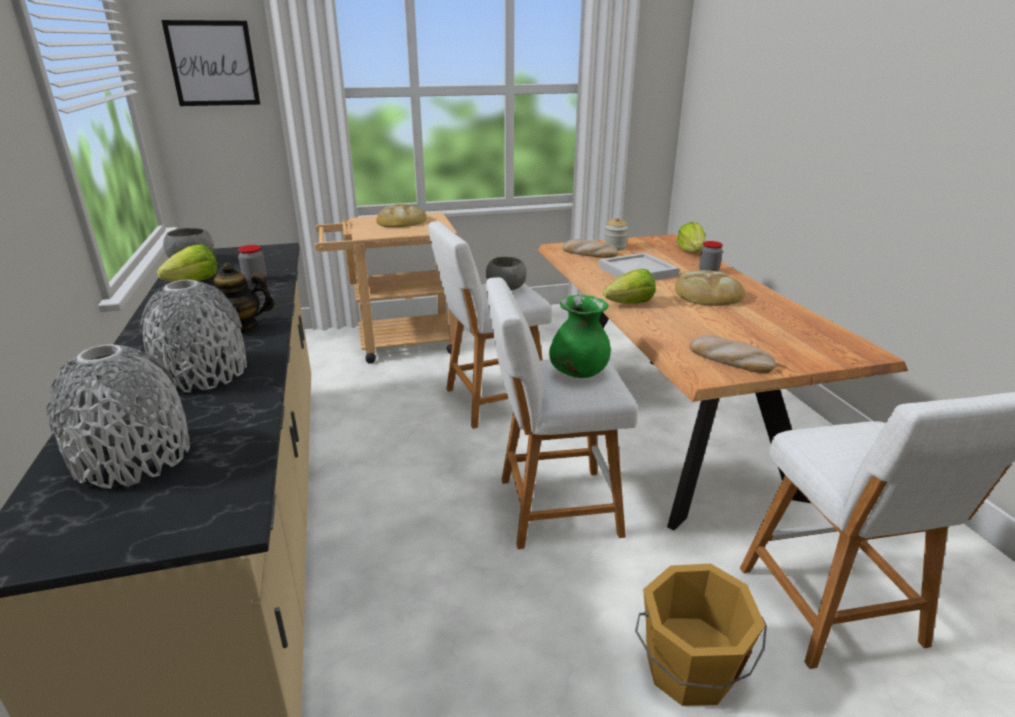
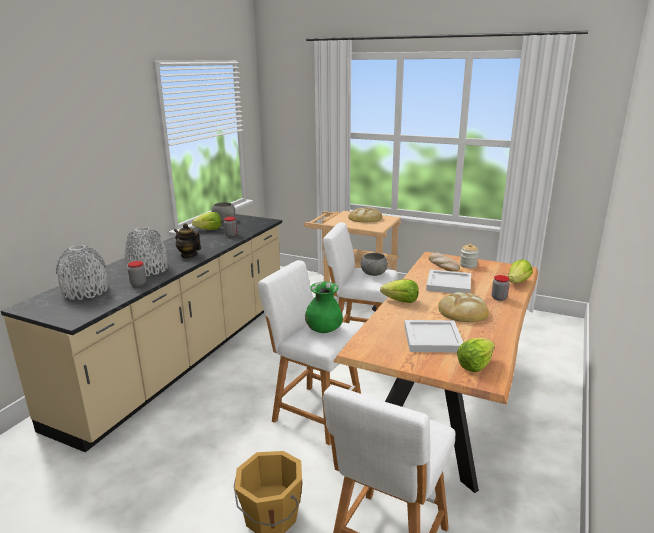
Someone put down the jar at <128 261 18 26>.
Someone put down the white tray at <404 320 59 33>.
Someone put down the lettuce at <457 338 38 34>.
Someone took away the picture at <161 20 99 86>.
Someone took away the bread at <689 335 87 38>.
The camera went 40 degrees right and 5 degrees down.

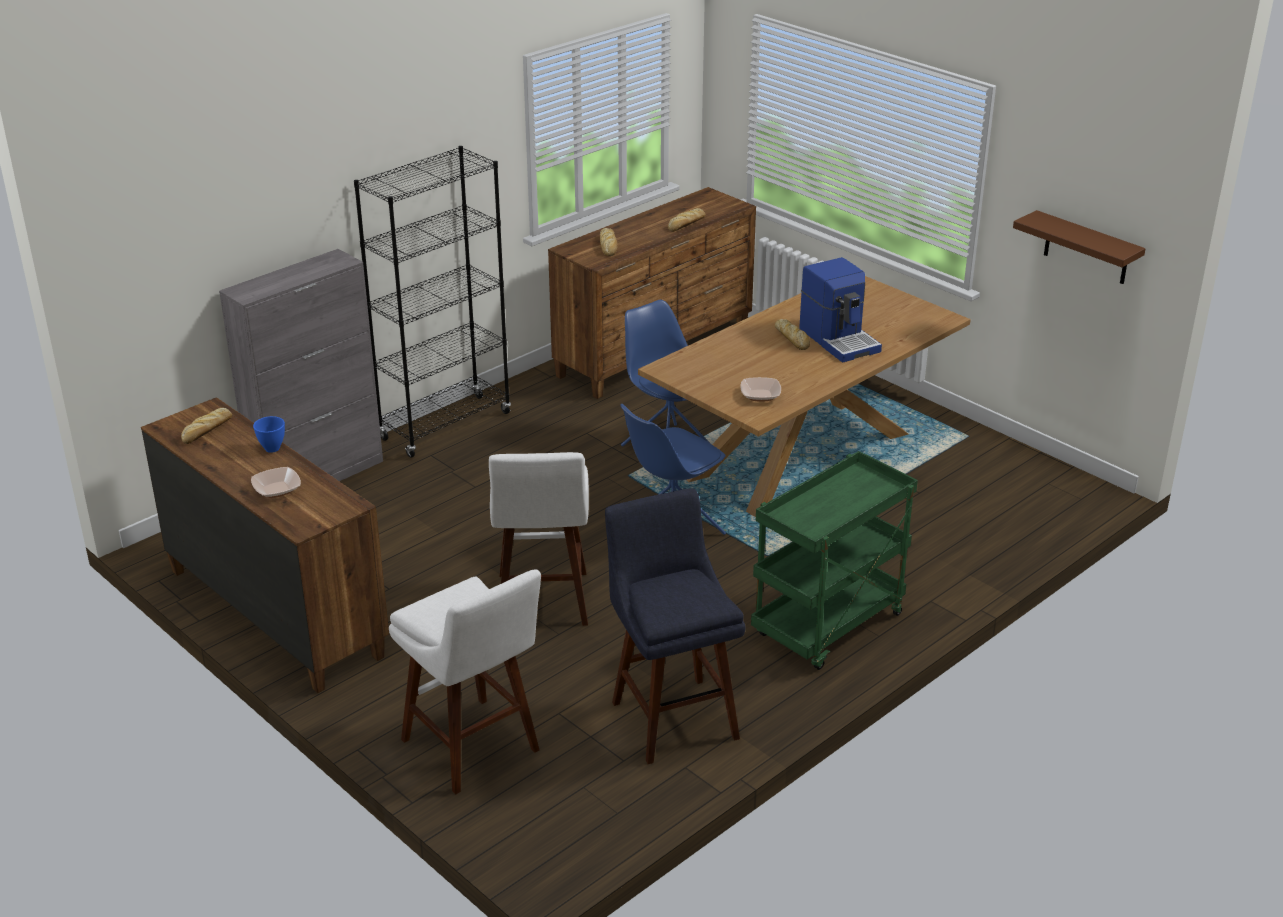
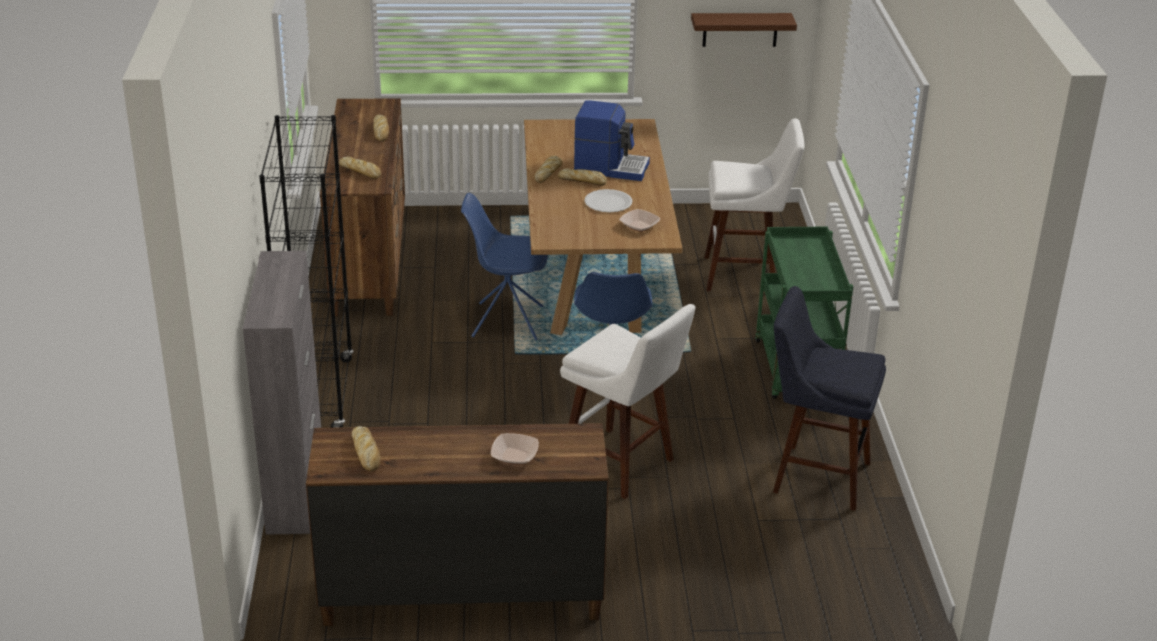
Someone put down the bread at <534 155 29 28>.
Someone put down the white plate at <584 189 48 23>.
Someone carried the white stool from <389 569 152 226> to <704 118 100 173>.
Someone took away the blue bowl at <253 416 32 37>.
The camera went 50 degrees left and 0 degrees up.

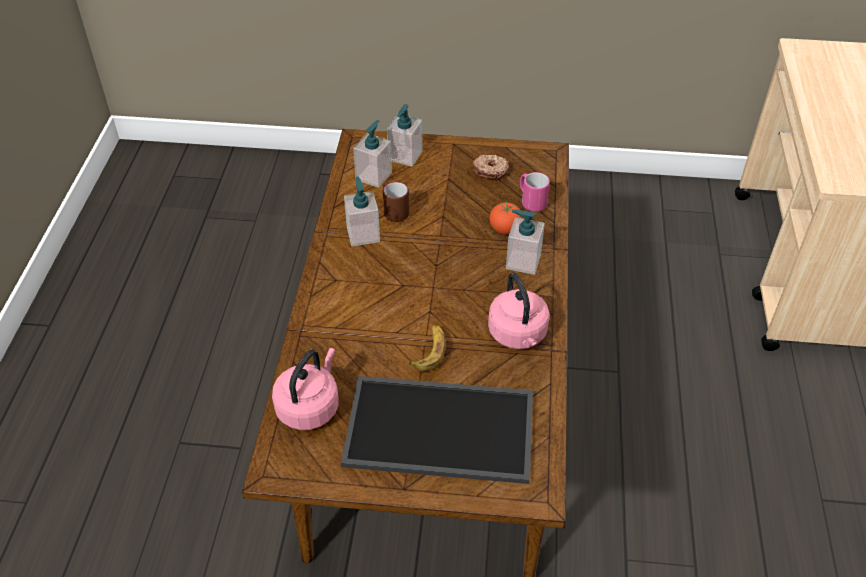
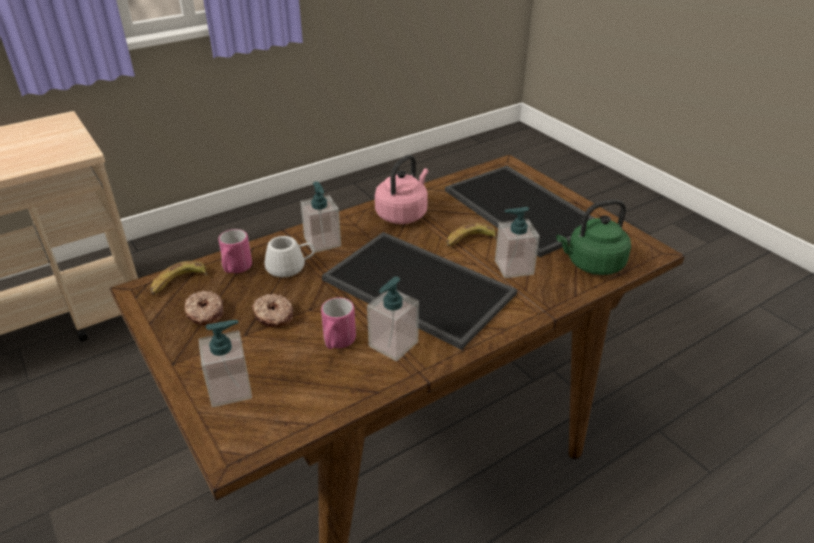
Someone put down the banana at <150 261 58 34>.
Someone put down the donut at <252 294 41 34>.
Someone swapped the tomato at <489 202 34 32> for the white mug at <265 236 50 41>.
Someone repainted the brown mug at <383 182 26 40>, which became the pink mug at <321 297 35 52>.
Someone put down the tray at <322 232 195 118>.
Someone carried the soap dispenser from <353 120 39 68> to <495 207 45 71>.
Someone repainted the pink kettle at <272 348 67 82>, which became the green kettle at <556 199 75 76>.
The camera went 130 degrees left and 10 degrees down.

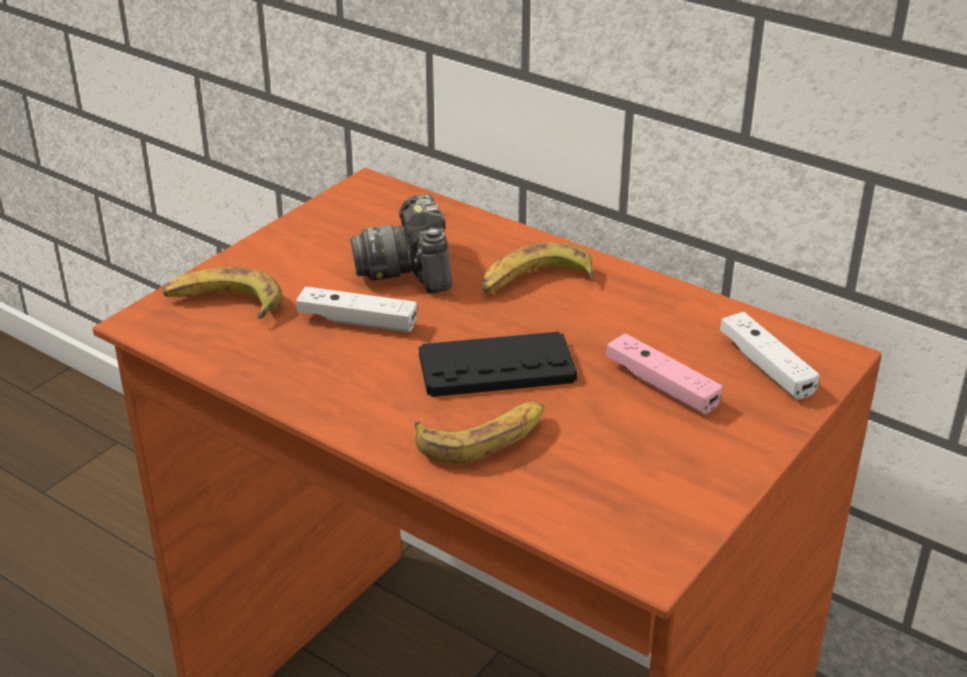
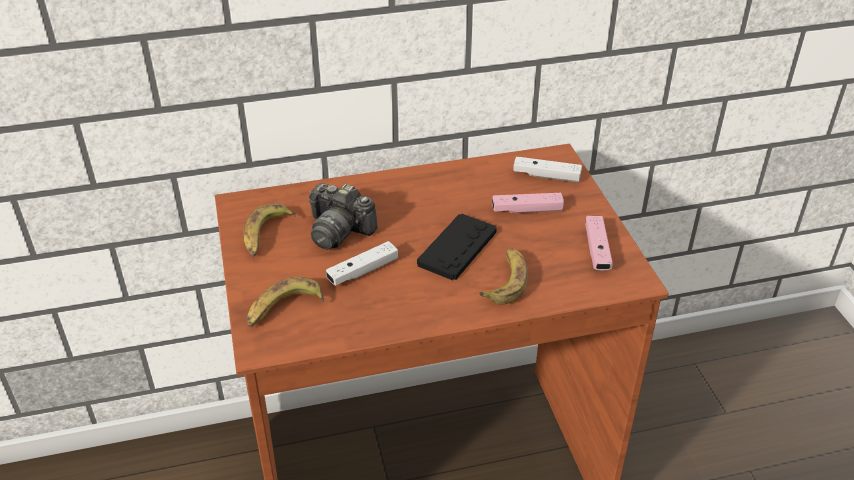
Someone carried the banana from <482 242 112 51> to <243 203 53 54>.
Someone put down the pink game controller at <585 216 28 54>.
The camera went 50 degrees left and 5 degrees up.

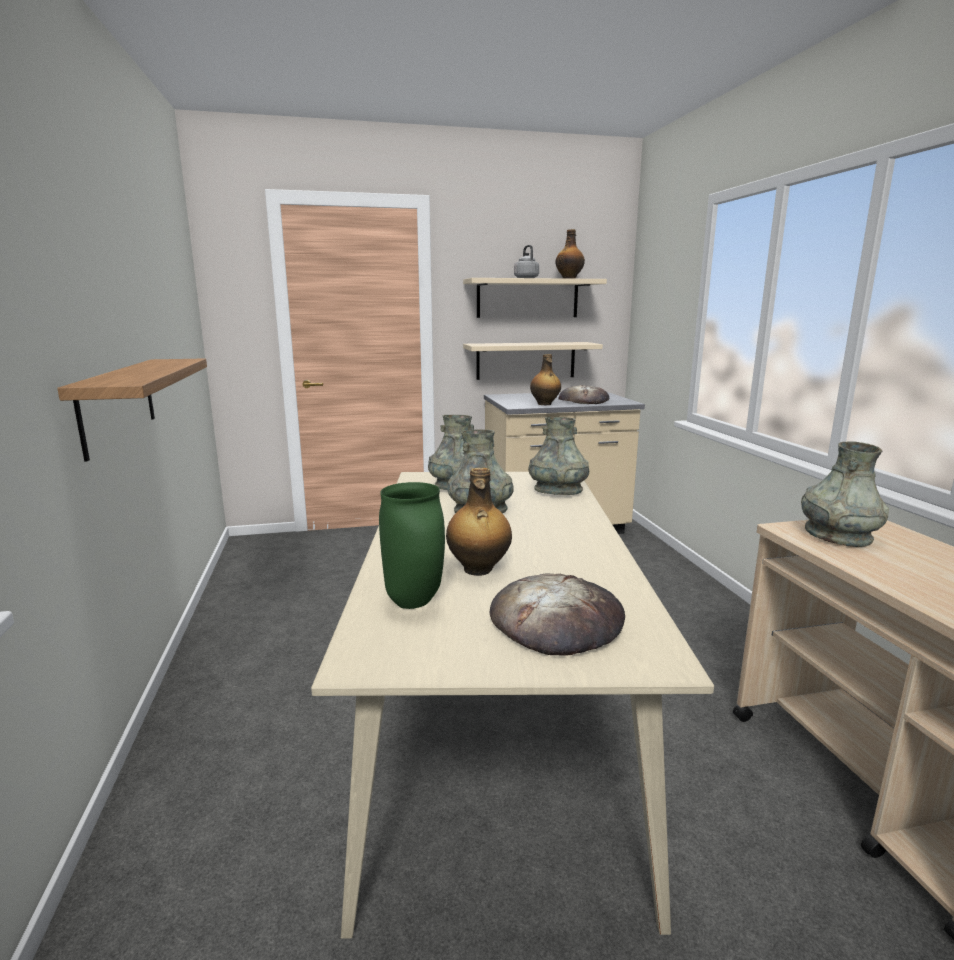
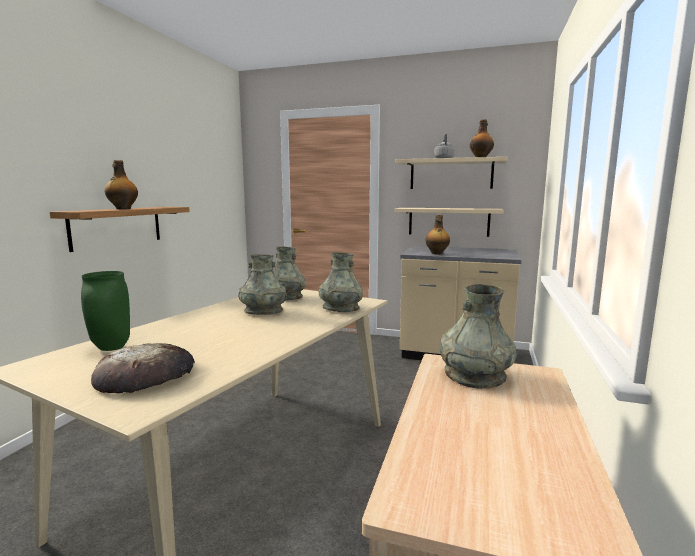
Someone carried the bottle from <446 468 66 108> to <105 160 33 49>.
Someone took away the bread at <558 385 51 19>.
The camera went 30 degrees right and 5 degrees down.

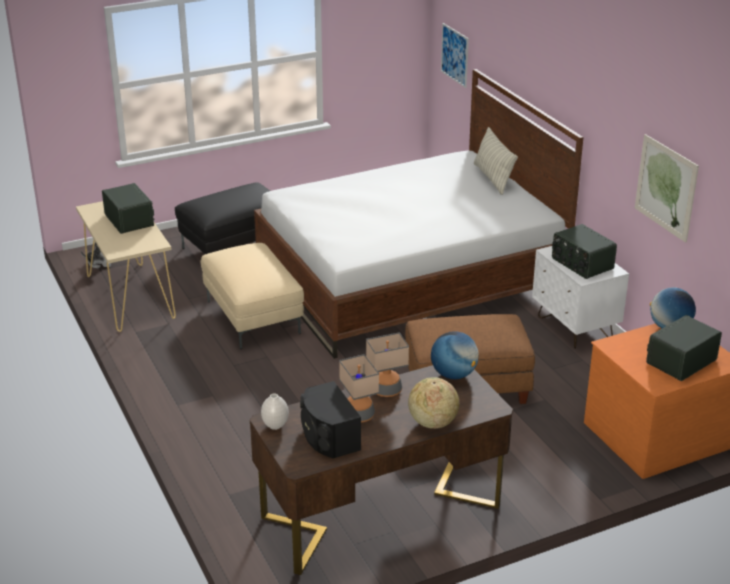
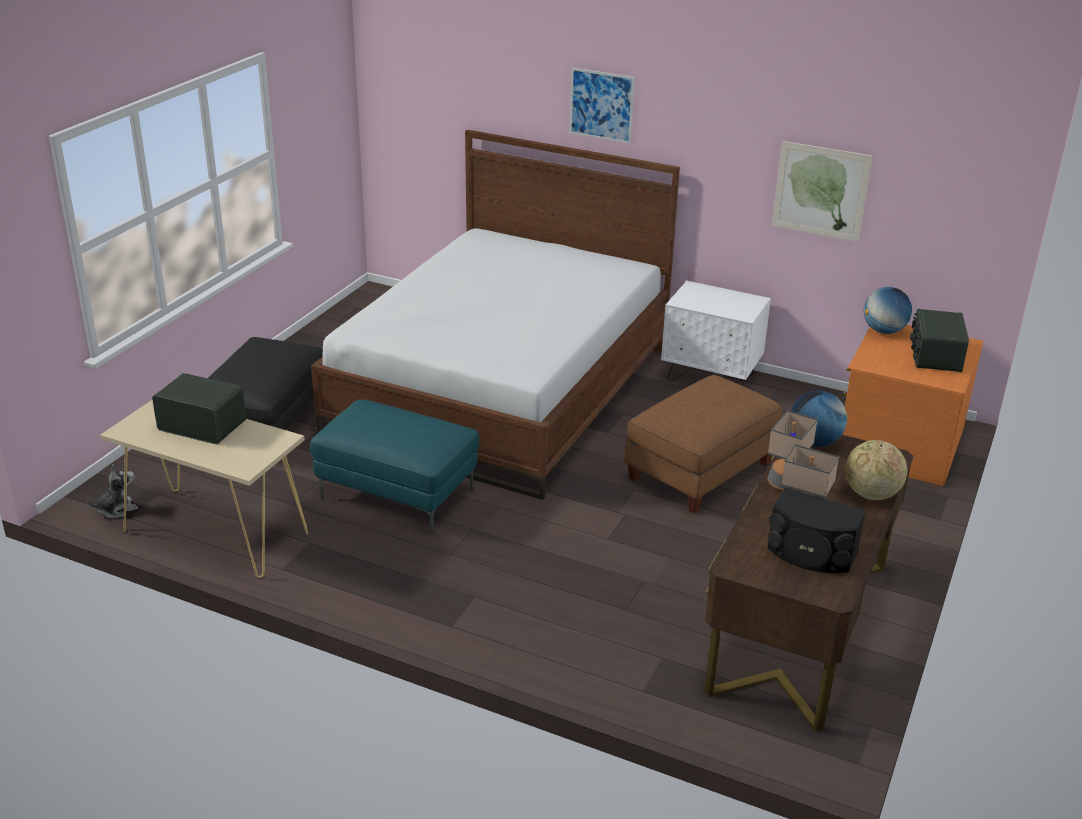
Someone repainted the beige ottoman at <201 243 103 106>, which became the turquoise ottoman at <309 400 171 134>.
Someone carried the picture from <441 23 28 65> to <569 68 66 76>.
Someone took away the white vase at <261 393 28 37>.
Someone took away the pillow at <474 127 44 68>.
Someone took away the radio at <552 224 65 55>.
The camera went 40 degrees left and 0 degrees up.

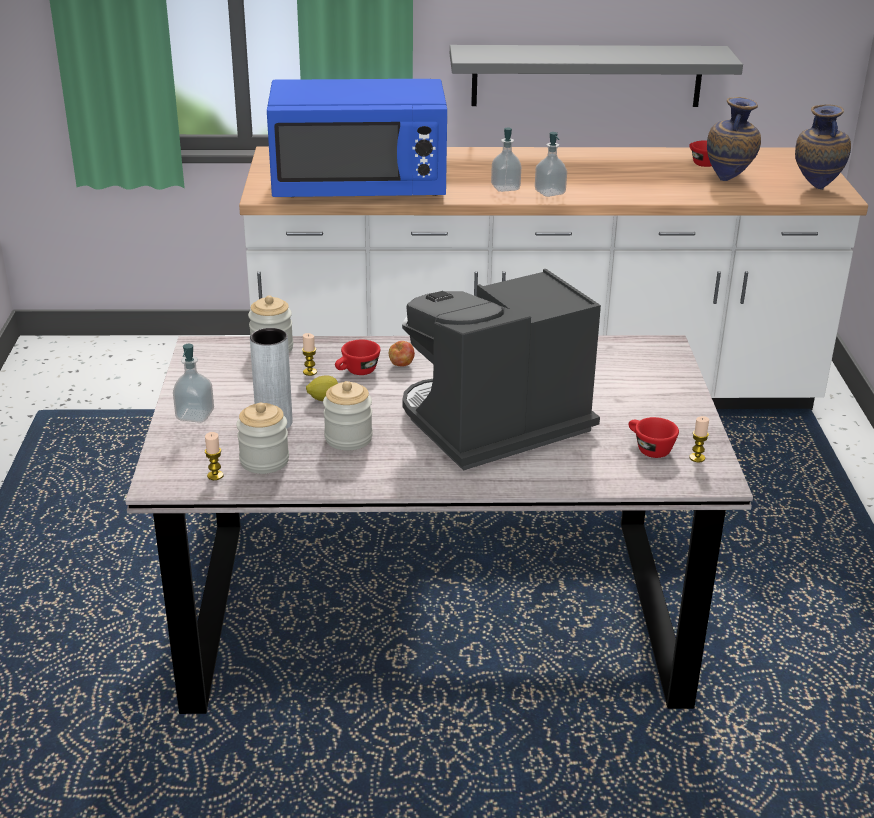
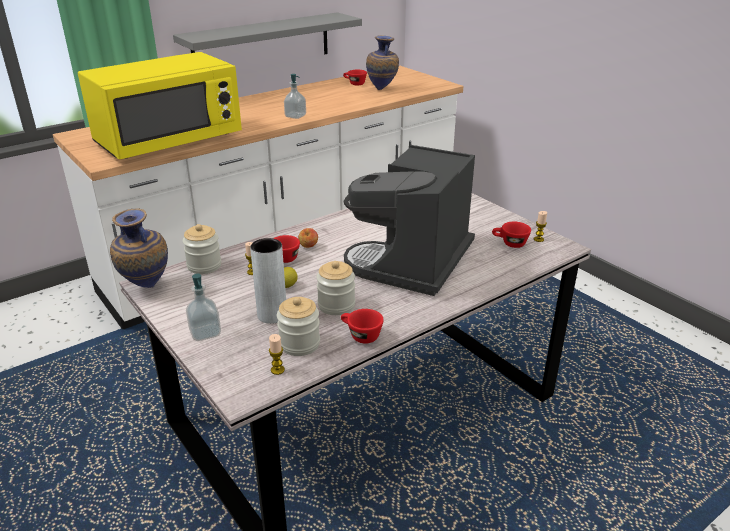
Someone repainted the blue microwave at <267 79 180 118>, which became the yellow microwave at <78 52 164 107>.
Someone carried the vase from <795 104 56 86> to <110 209 58 79>.
Someone put down the red cup at <341 309 43 35>.
Someone took away the soap dispenser at <491 128 30 64>.
The camera went 35 degrees left and 0 degrees up.

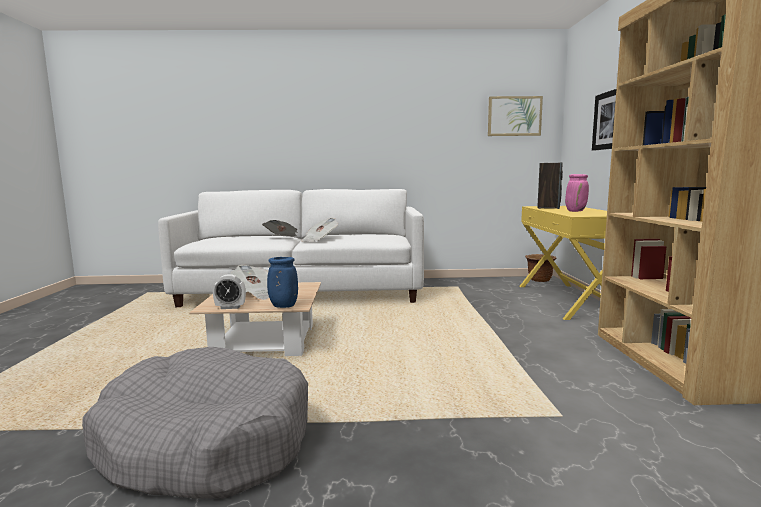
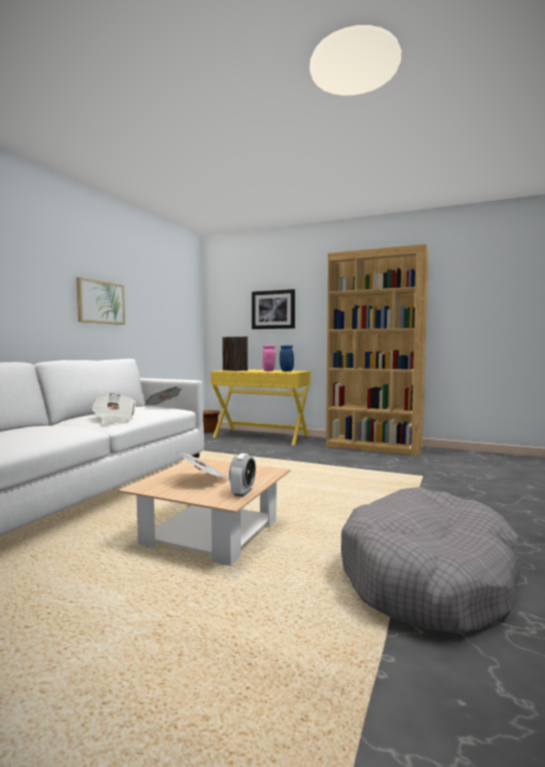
Someone carried the picture from <488 96 55 40> to <76 277 49 48>.
Someone carried the newspaper from <262 220 36 16> to <144 387 37 18>.
Someone carried the blue vase from <267 257 31 51> to <279 345 15 27>.
The camera went 65 degrees left and 5 degrees down.

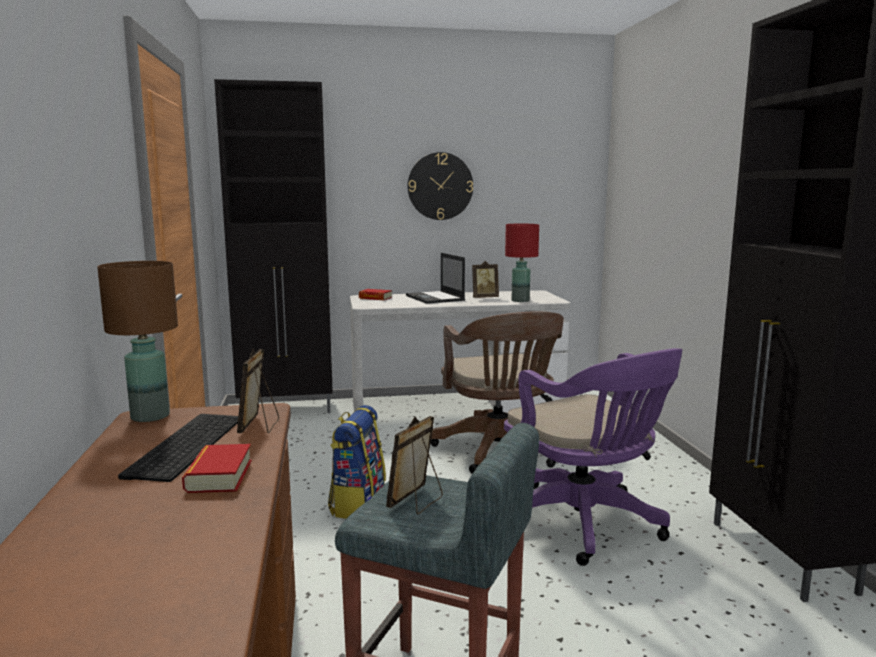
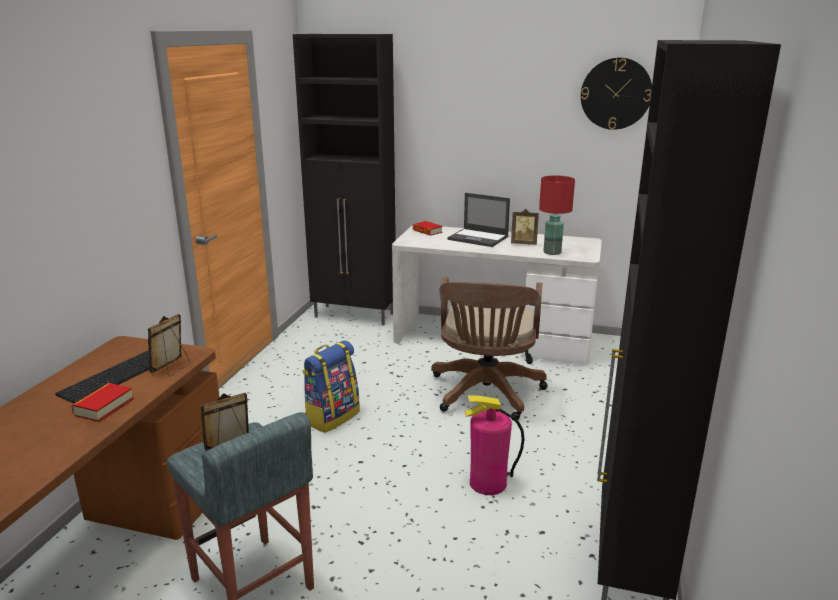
Someone rotated the laptop at <406 253 59 51> by 60 degrees counterclockwise.
Someone swapped the purple office chair at <504 348 179 218> for the fire extinguisher at <464 395 61 100>.
Someone carried the wall clock from <408 152 65 68> to <581 58 71 72>.
Someone took away the brown table lamp at <97 261 81 161>.
The camera went 25 degrees right and 10 degrees up.

